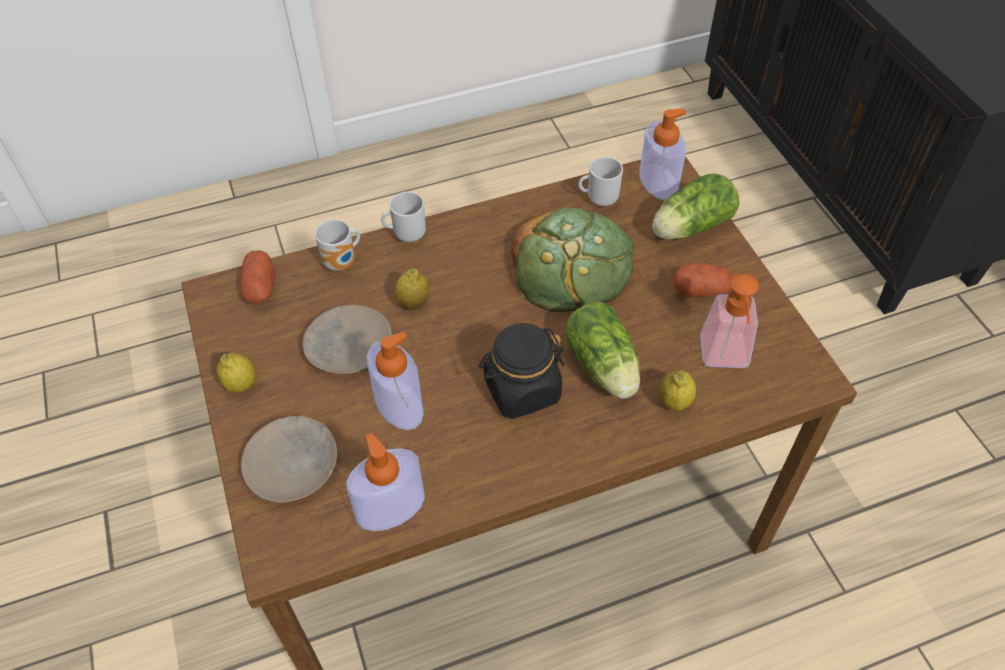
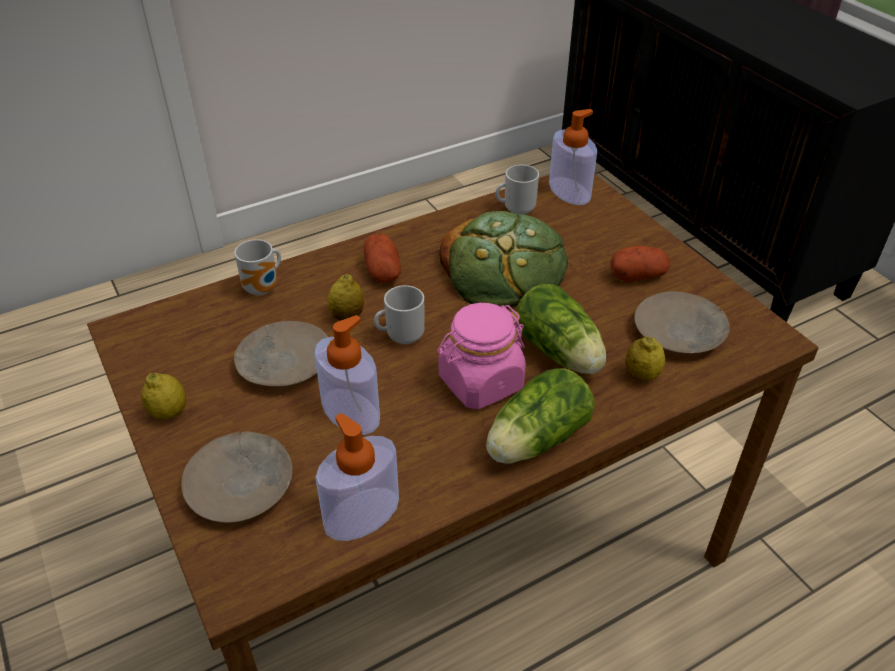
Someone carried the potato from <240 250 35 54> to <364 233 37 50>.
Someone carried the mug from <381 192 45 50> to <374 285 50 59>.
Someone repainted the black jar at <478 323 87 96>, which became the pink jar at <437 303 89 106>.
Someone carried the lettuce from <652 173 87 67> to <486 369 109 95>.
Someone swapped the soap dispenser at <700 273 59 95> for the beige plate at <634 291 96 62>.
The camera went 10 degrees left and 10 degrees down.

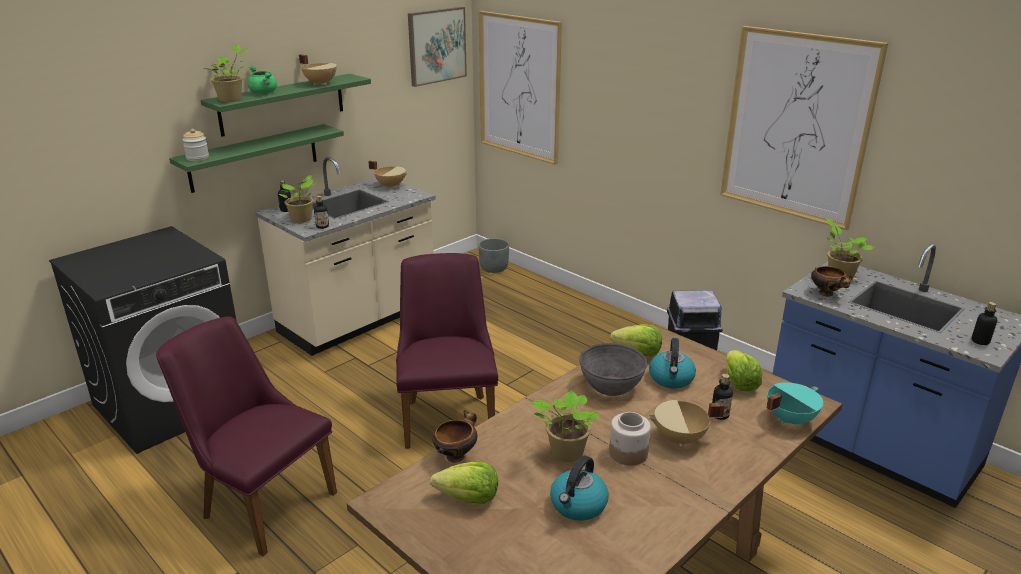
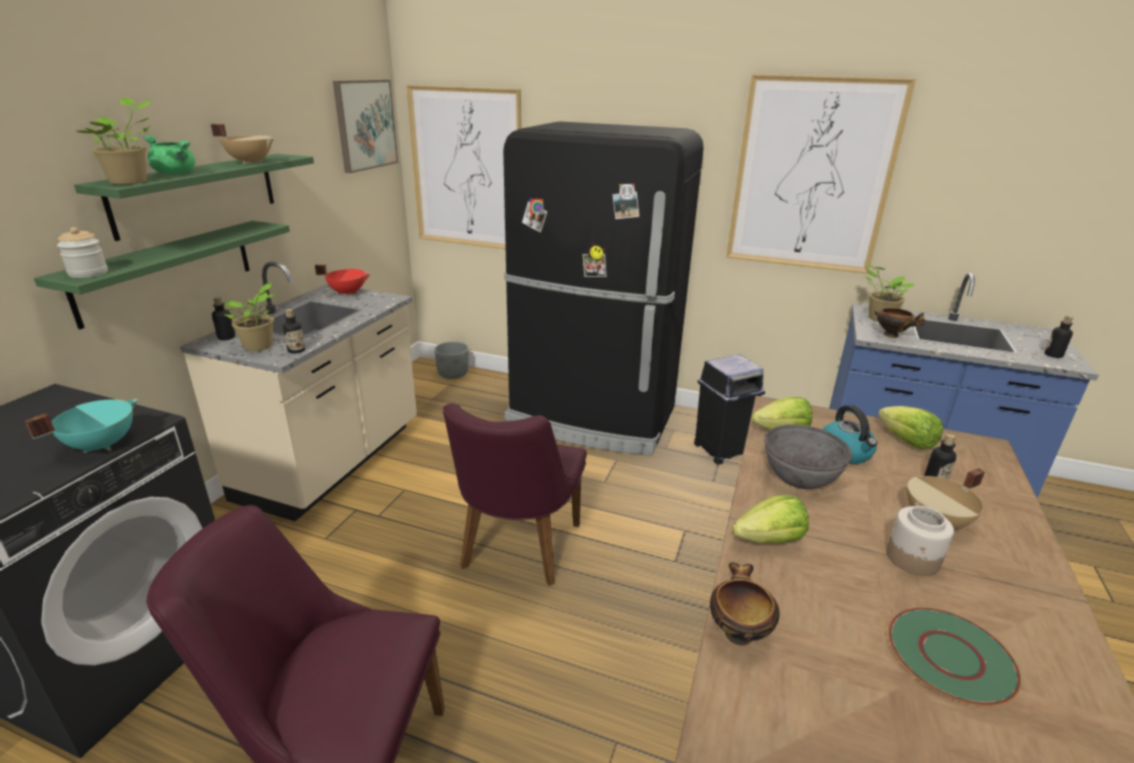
Someone carried the turquoise cooking pot from <766 382 57 44> to <25 399 113 54>.
Someone repainted the beige cooking pot at <368 161 40 28>, which became the red cooking pot at <315 264 55 32>.
Someone rotated the purple chair at <396 253 102 196> by 135 degrees counterclockwise.
Someone put down the black fridge at <503 121 201 334>.
Someone carried the lettuce from <430 462 68 42> to <733 495 76 49>.
Someone swapped the kettle at <550 456 59 65> for the green plate at <888 607 133 99>.
Someone took away the potted plant at <530 391 70 71>.
The camera went 25 degrees left and 0 degrees up.

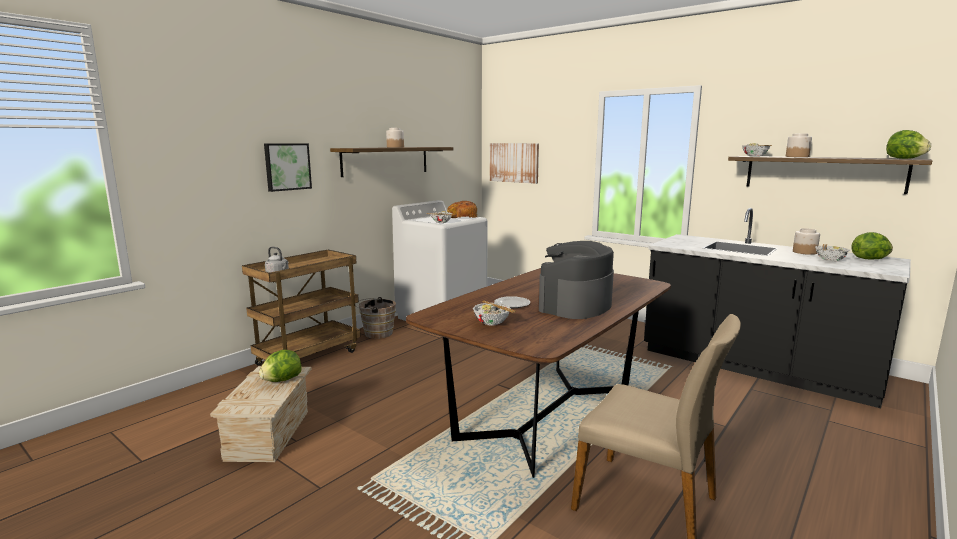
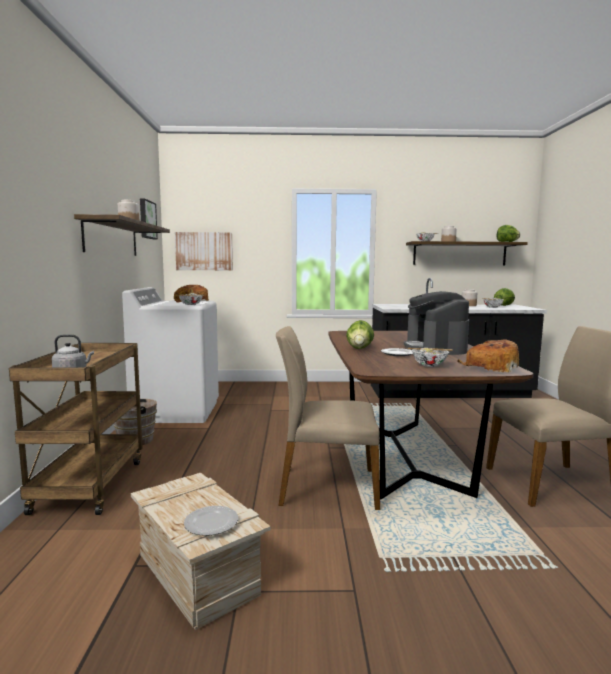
Someone carried the picture from <264 143 48 49> to <140 198 18 41>.
Someone put down the plate at <184 506 54 30>.
Someone put down the beige chair at <276 326 104 184>.
Someone carried the lettuce from <259 350 42 32> to <346 320 28 29>.
Someone put down the bread at <458 339 61 34>.
The camera went 40 degrees left and 5 degrees down.

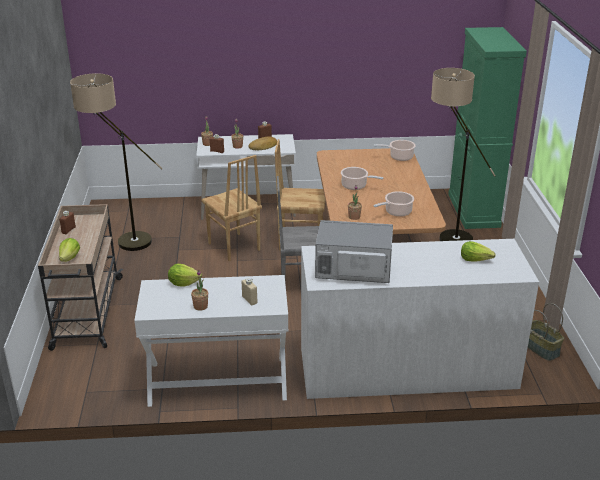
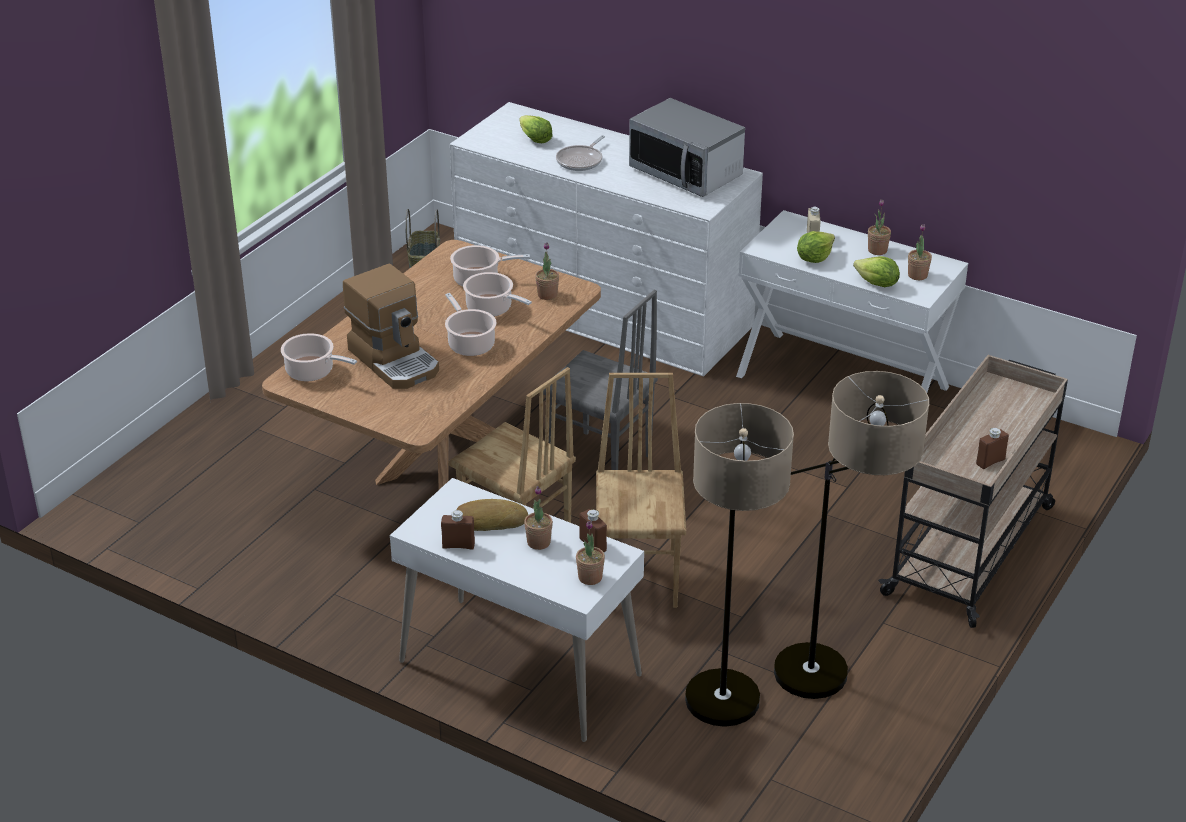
Someone put down the coffee machine at <343 264 96 125>.
Someone put down the cooking pot at <463 272 69 45>.
Someone put down the frying pan at <556 135 49 36>.
Someone carried the floor lamp from <431 68 64 173> to <685 403 109 324>.
Someone carried the lettuce from <59 238 21 24> to <797 231 38 32>.
Someone put down the potted plant at <908 224 24 56>.
Someone took away the green cabinet at <448 27 79 202>.
The camera went 145 degrees left and 5 degrees up.

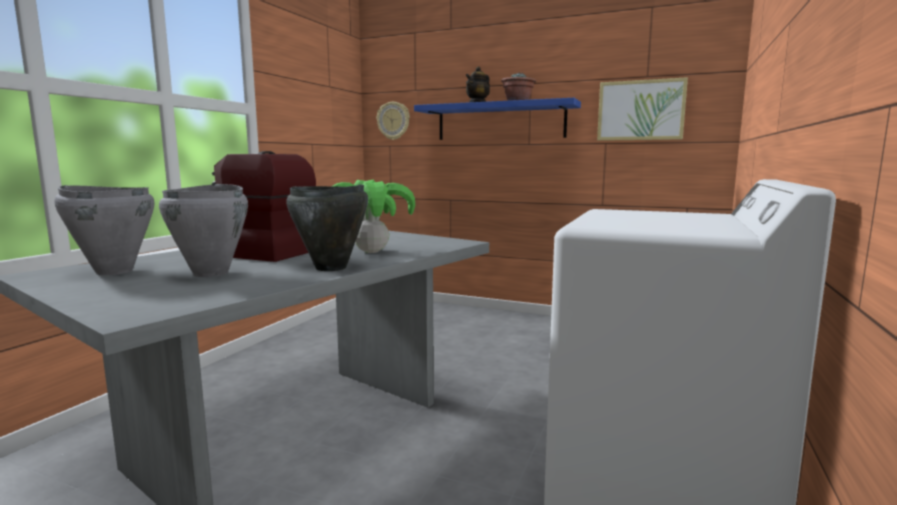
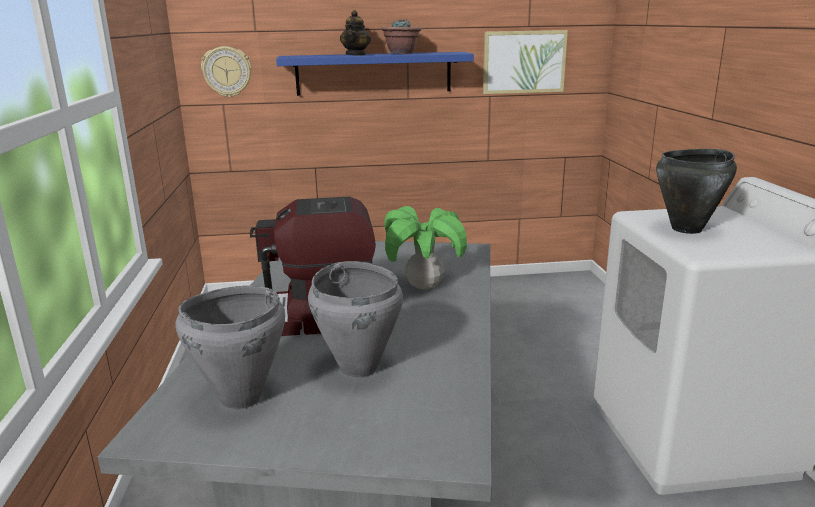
Someone carried the black cooking pot from <286 184 82 87> to <656 149 81 85>.
The camera went 30 degrees left and 10 degrees up.

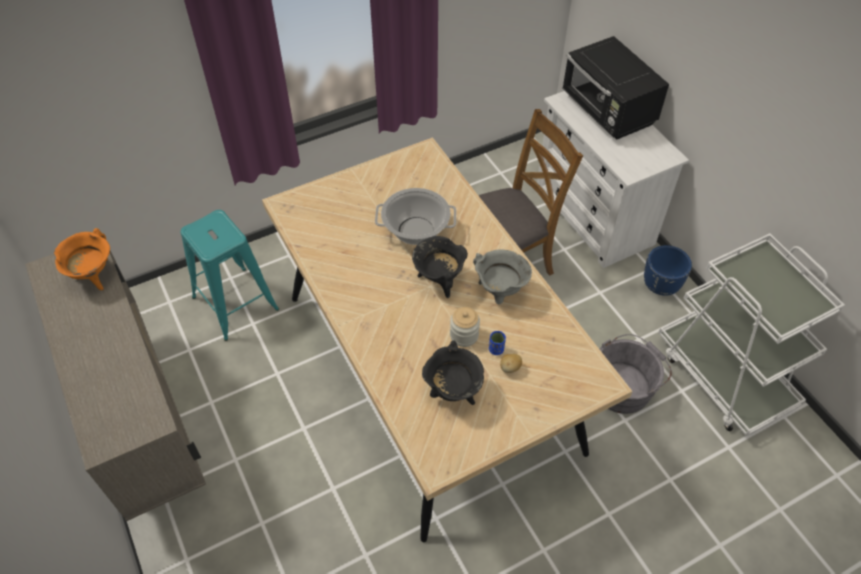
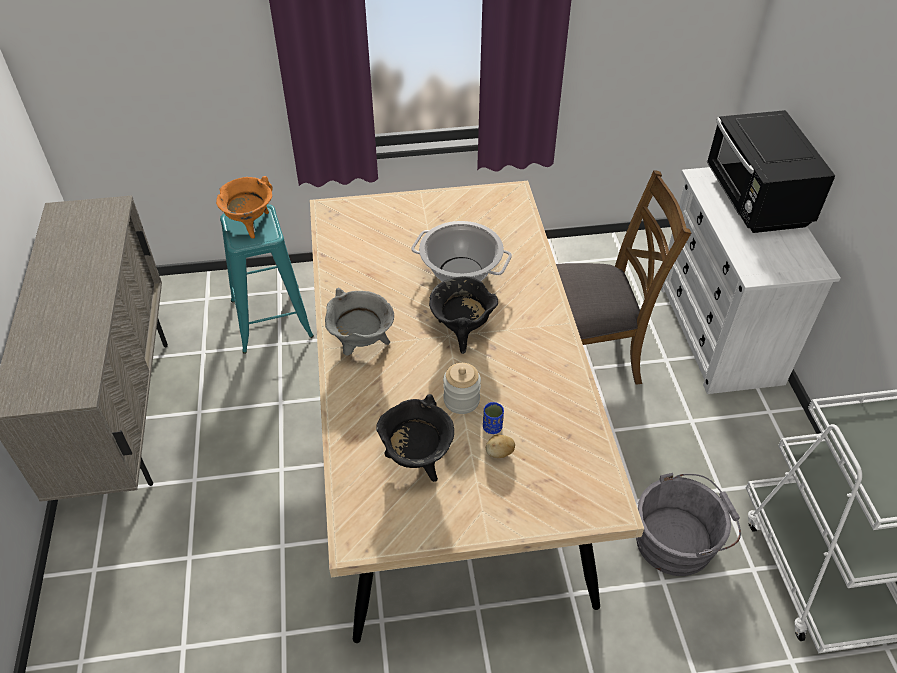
Someone carried the orange cooking pot from <54 228 56 62> to <216 176 56 63>.
Someone carried the grey cooking pot from <473 249 59 55> to <325 288 69 67>.
Someone took away the blue planter at <644 245 48 51>.
The camera went 20 degrees right and 5 degrees down.

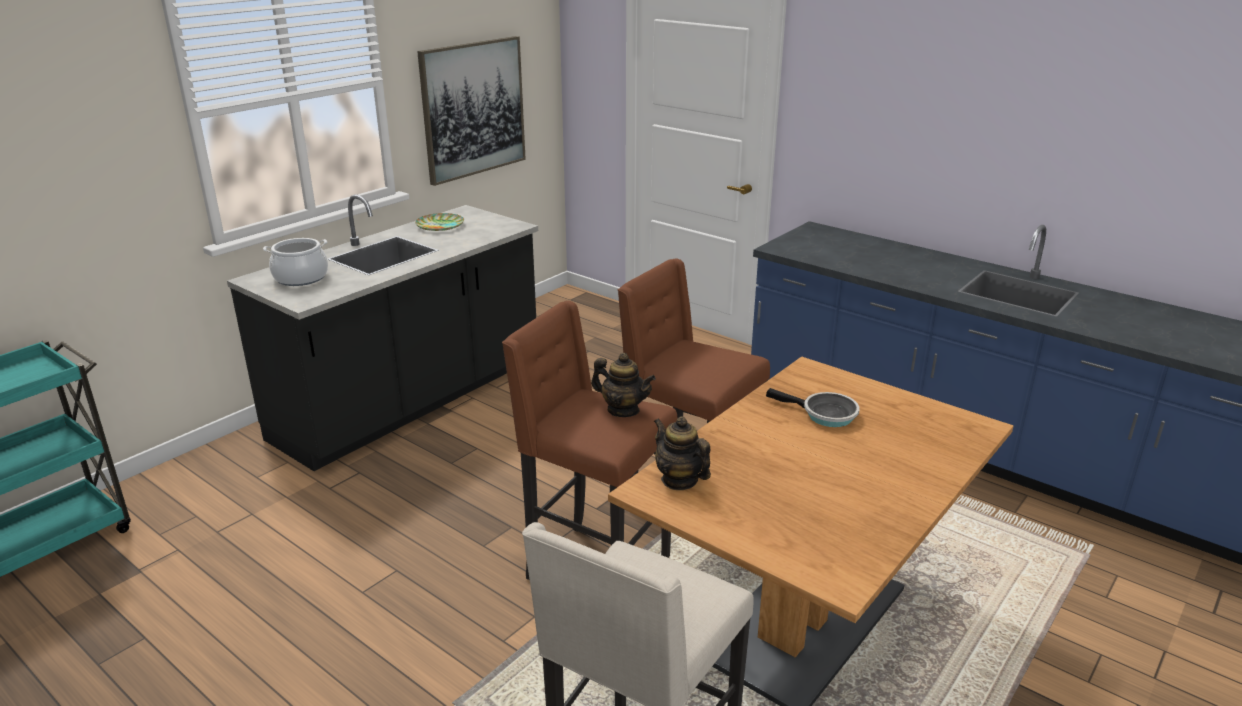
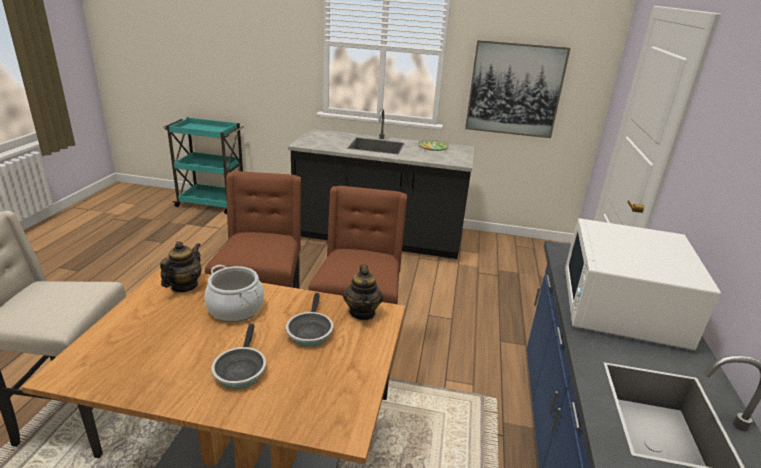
Someone carried the cooking pot from <263 238 65 48> to <205 264 59 58>.
Someone put down the frying pan at <211 324 55 65>.
Someone carried the teapot from <591 353 65 64> to <343 265 40 55>.
Someone put down the white microwave at <565 218 156 133>.
The camera went 60 degrees right and 0 degrees up.

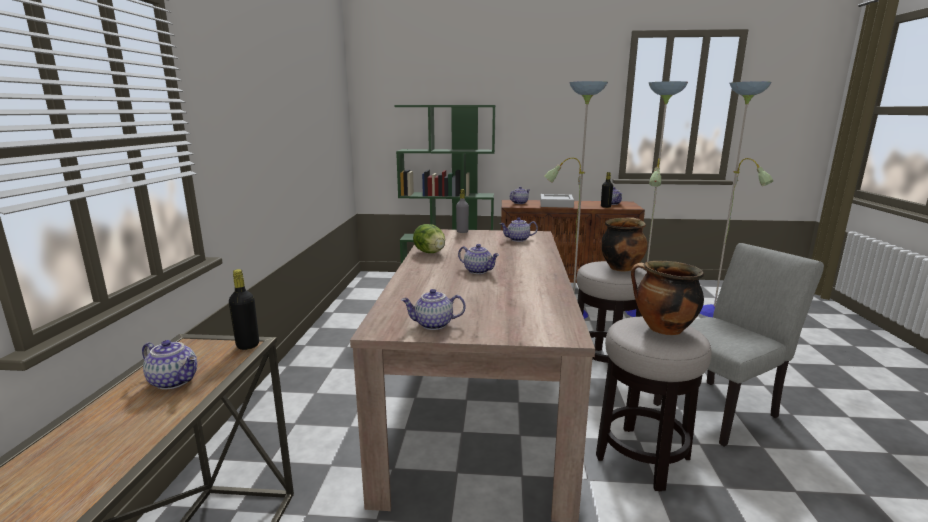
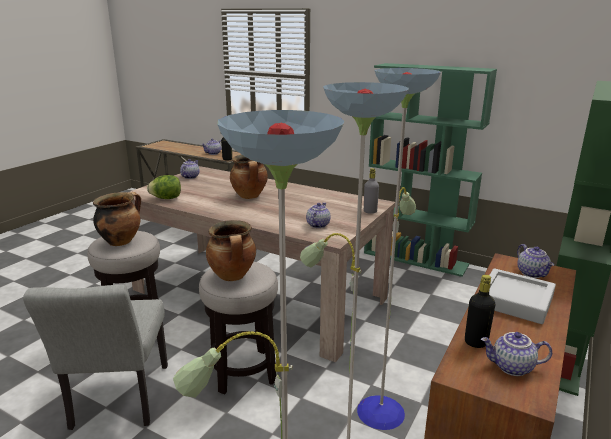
Someone carried the lettuce from <413 224 32 29> to <147 175 34 24>.
Someone swapped the teapot at <458 244 41 30> for the cooking pot at <230 155 38 44>.
Someone put down the green bookcase at <364 63 133 214>.
The camera went 115 degrees right and 5 degrees up.

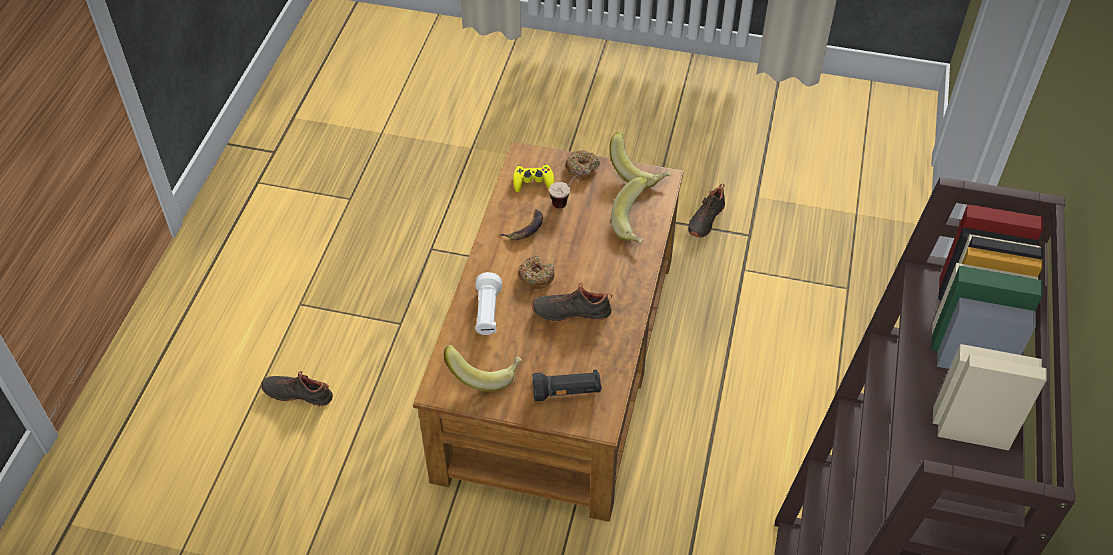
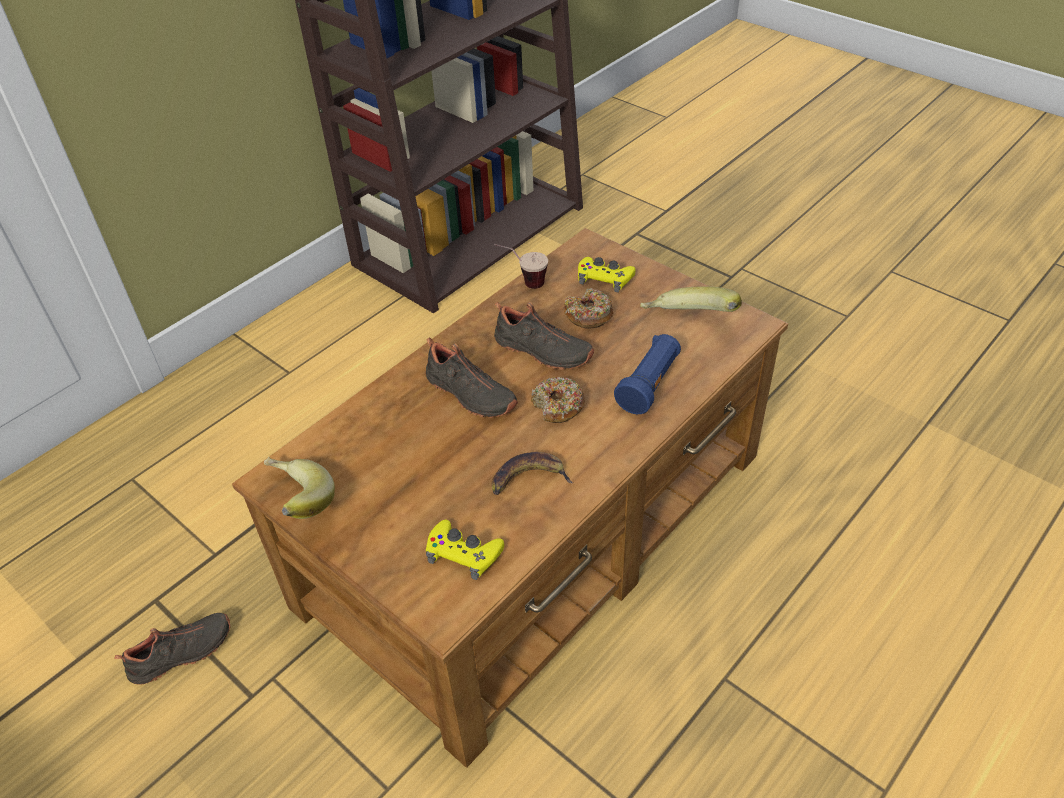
Someone carried the black shoe from <261 371 72 36> to <426 337 92 81>.
Someone carried the cup from <549 171 37 37> to <494 244 54 45>.
Someone carried the donut from <565 150 35 30> to <564 288 49 41>.
Someone swapped the black flashlight at <532 369 70 32> for the yellow game controller at <578 257 57 35>.
Someone repainted the white flashlight at <475 272 27 63>, which became the blue flashlight at <614 334 67 80>.
Someone took away the banana at <611 177 38 67>.
The camera went 150 degrees left and 5 degrees down.

